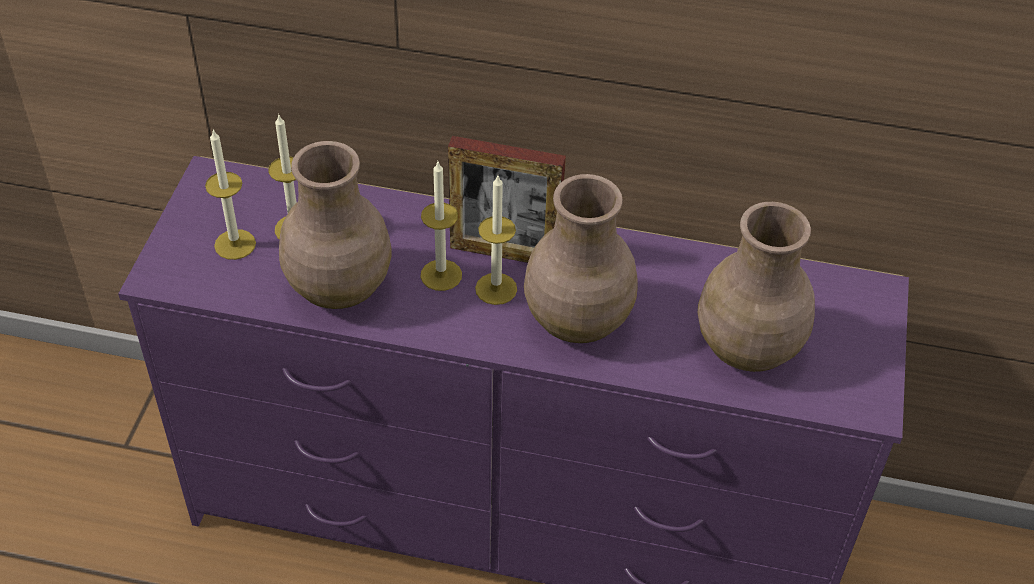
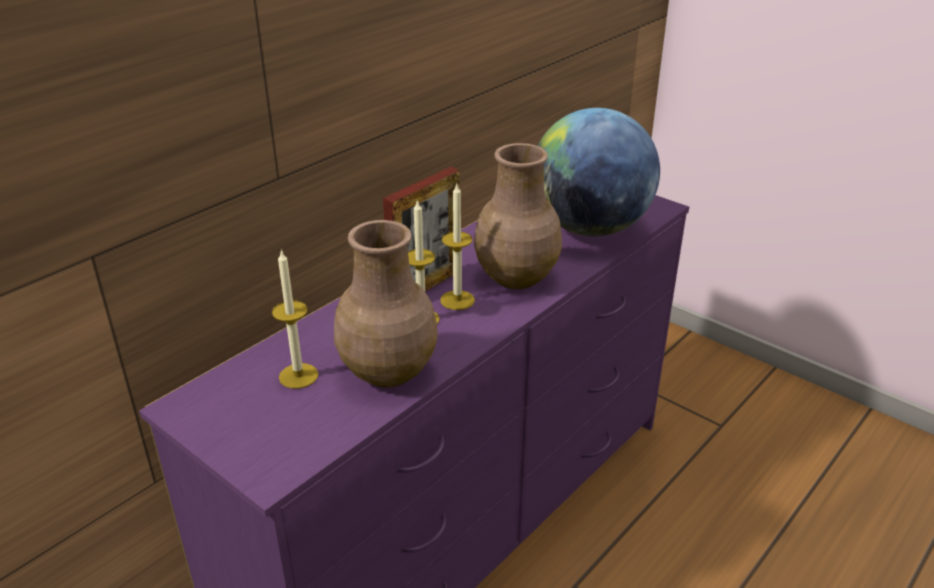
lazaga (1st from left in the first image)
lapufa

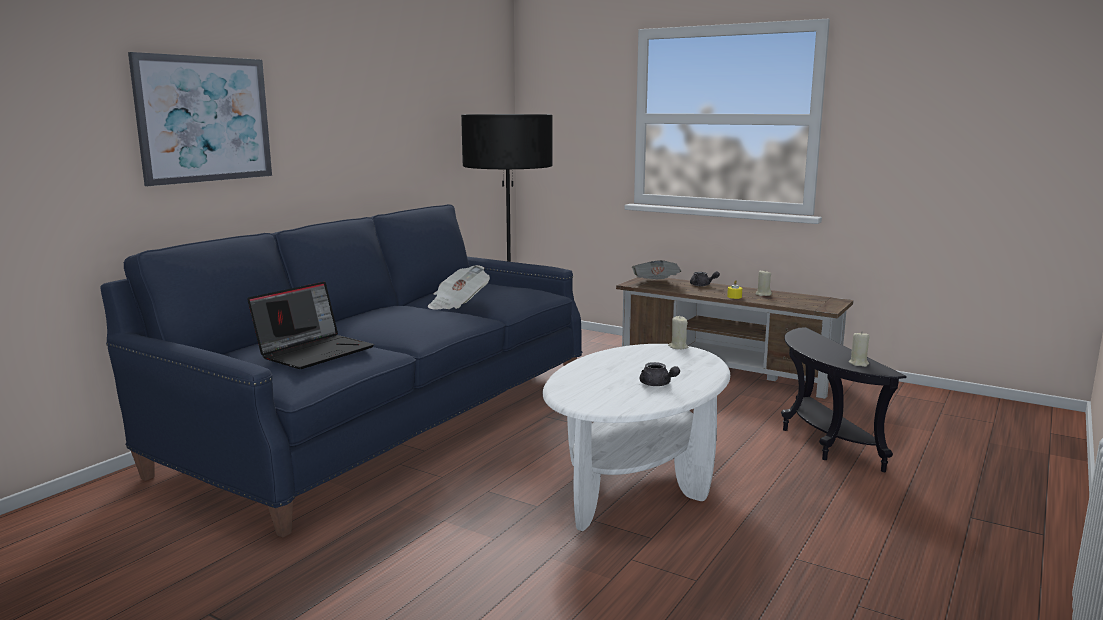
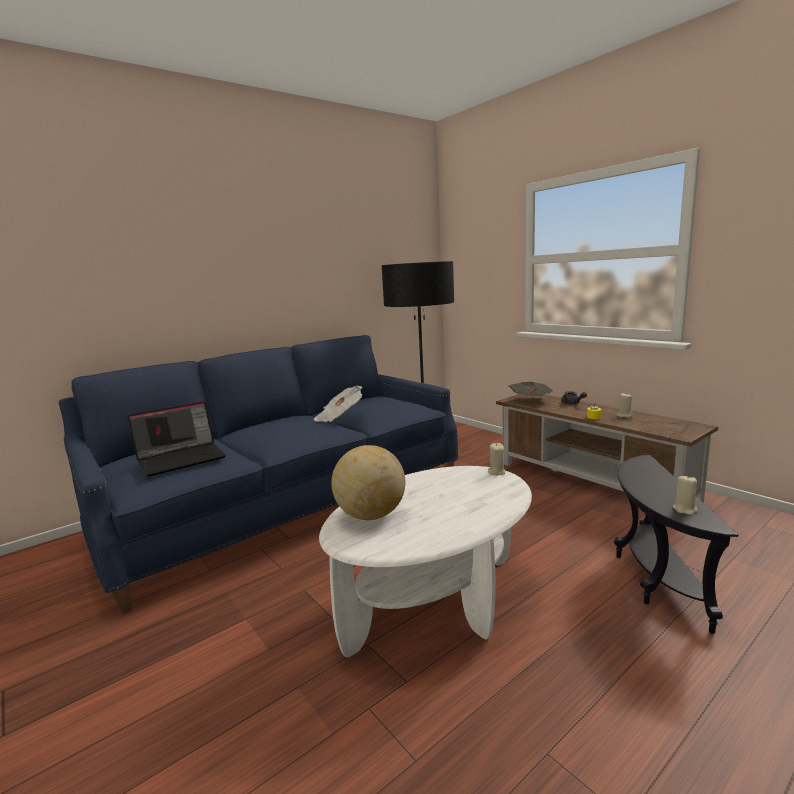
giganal
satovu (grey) (1st from left in the first image)
lapufa

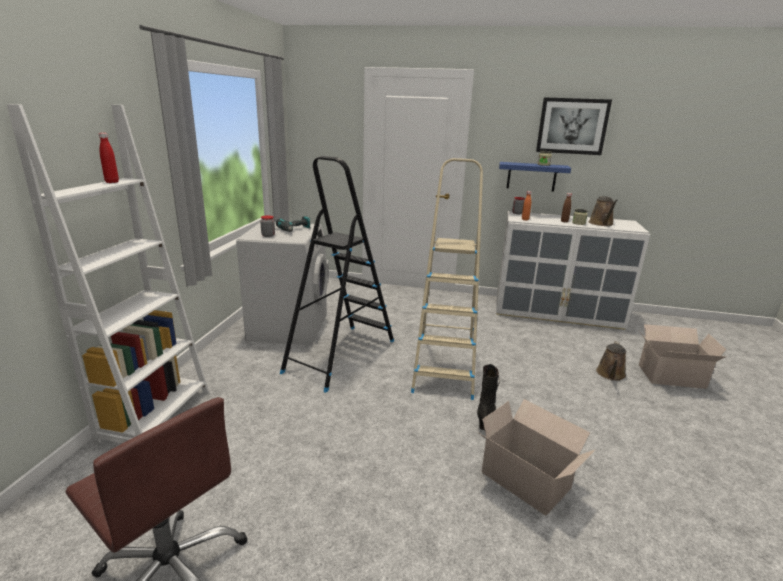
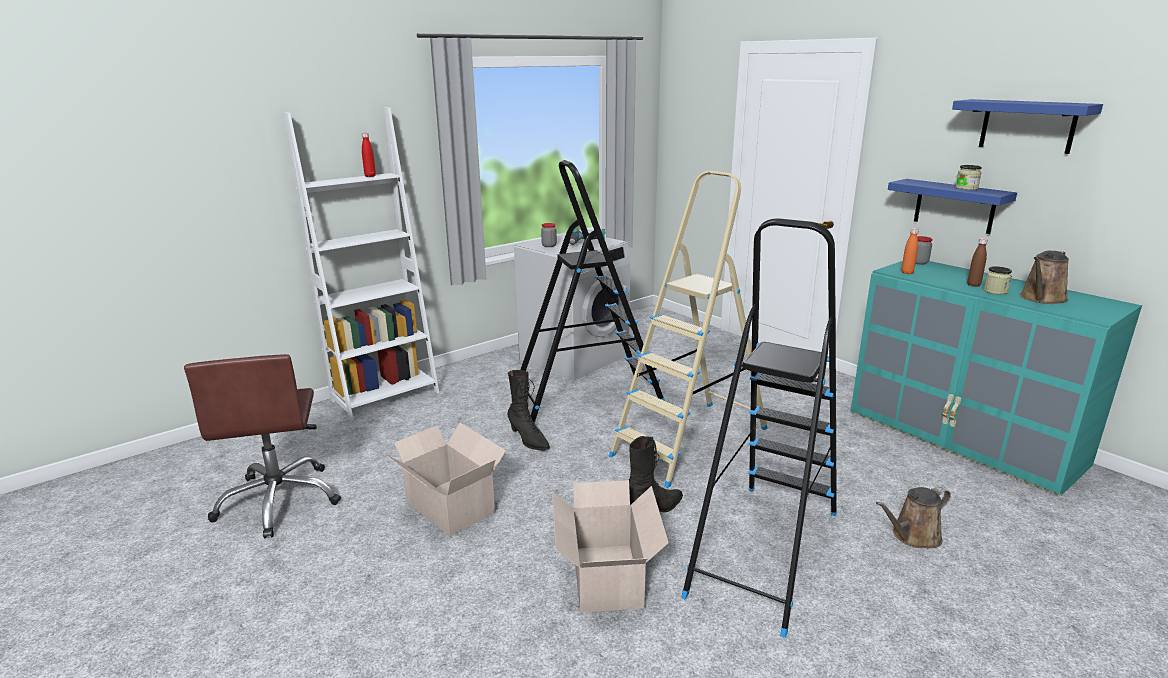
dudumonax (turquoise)
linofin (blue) (2nd from left)
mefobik (1st from left)
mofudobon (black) (1st from left)
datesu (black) (2nd from left)

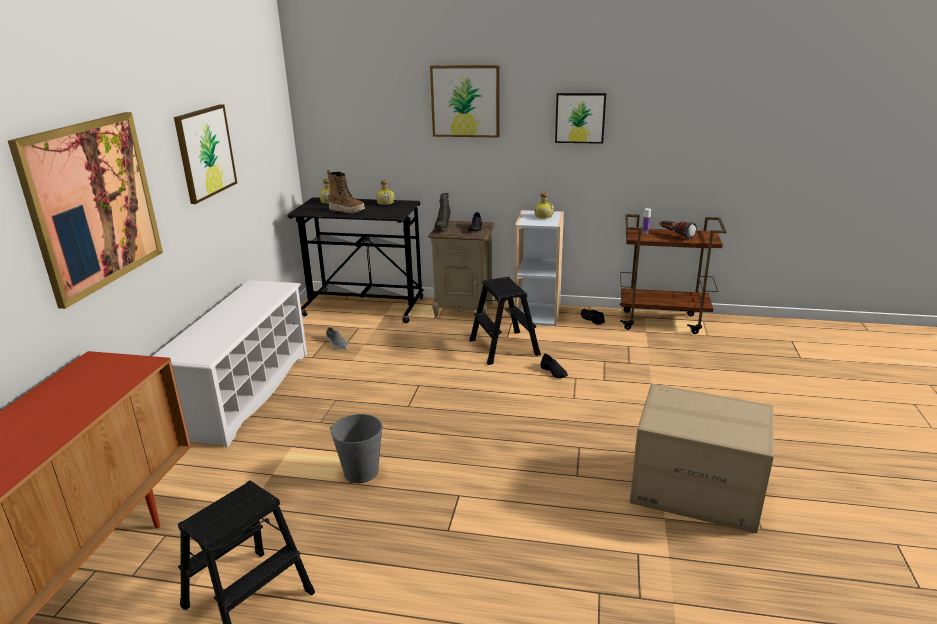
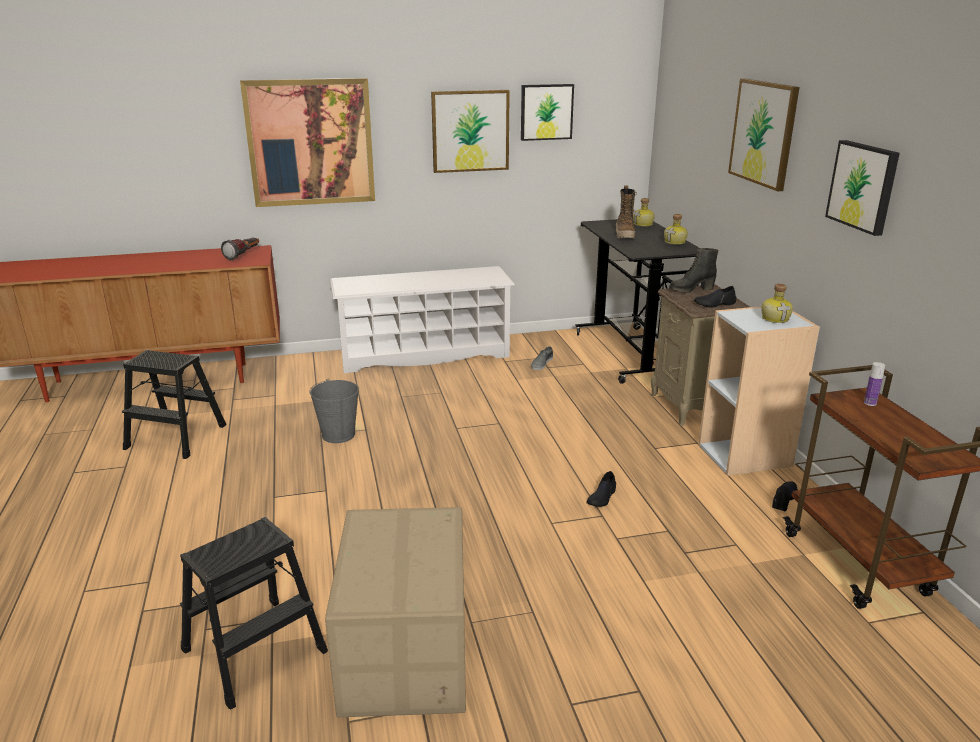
datesu (black) (2nd from left)
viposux
giganal (3rd from left)

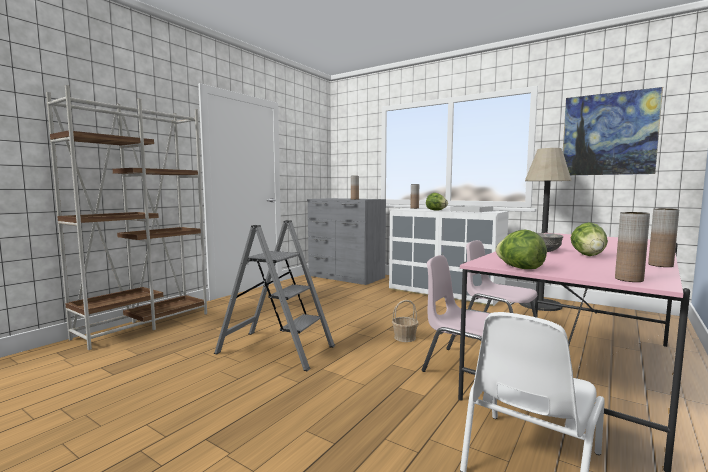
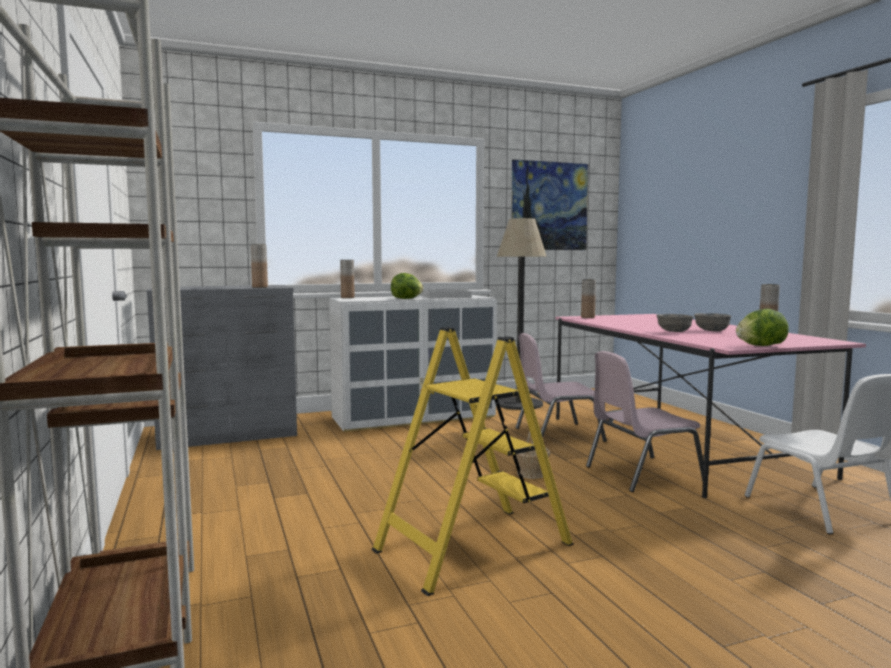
datesu (yellow)
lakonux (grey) (2nd from left)
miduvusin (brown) (3rd from left)

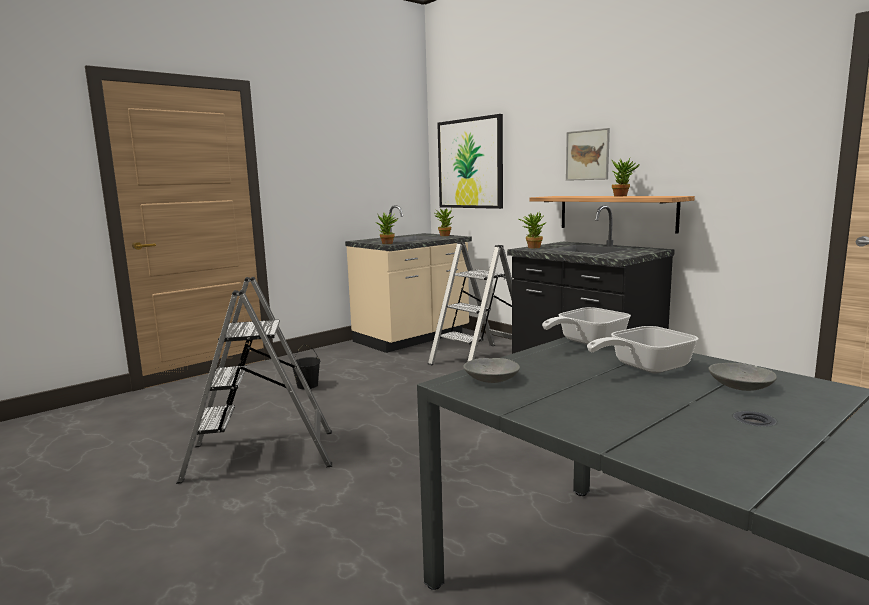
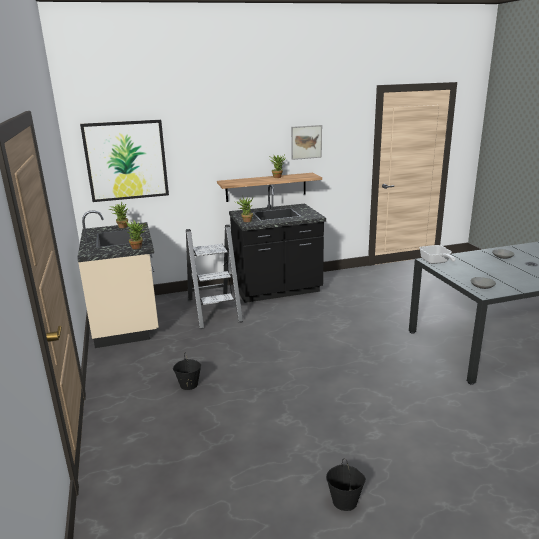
datesu (grey) (1st from left in the first image)
giganal (2nd from left)
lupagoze (2nd from left in the first image)
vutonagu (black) (2nd from left)

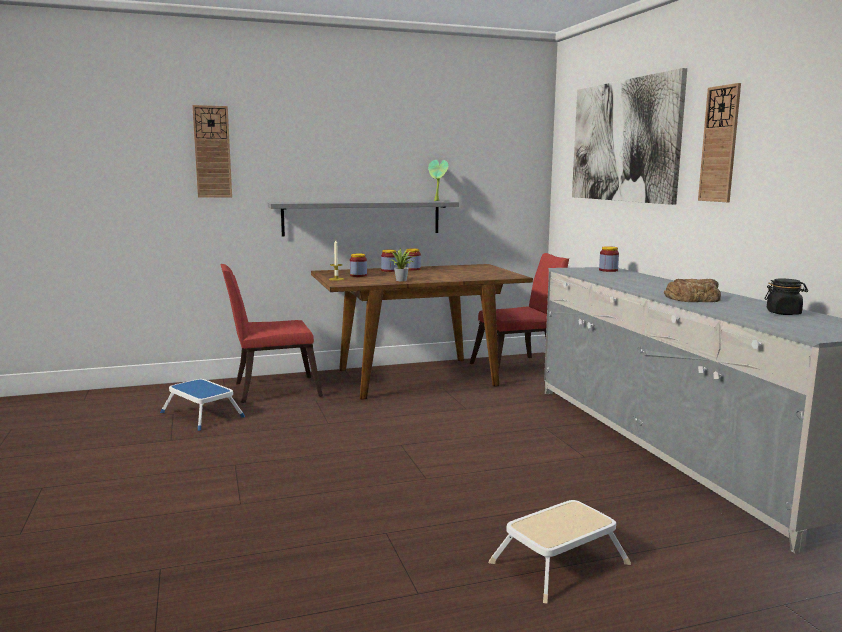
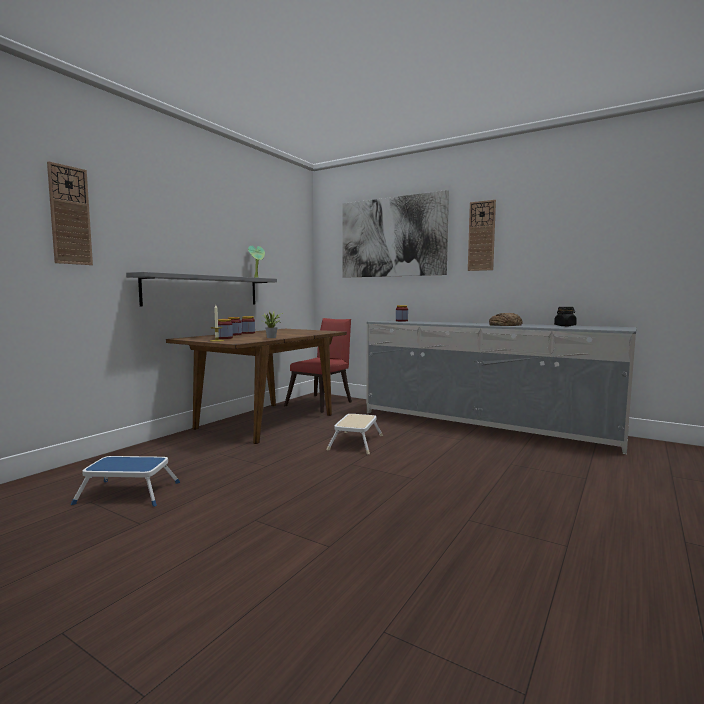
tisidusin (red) (1st from left in the first image)
datesu (beige)

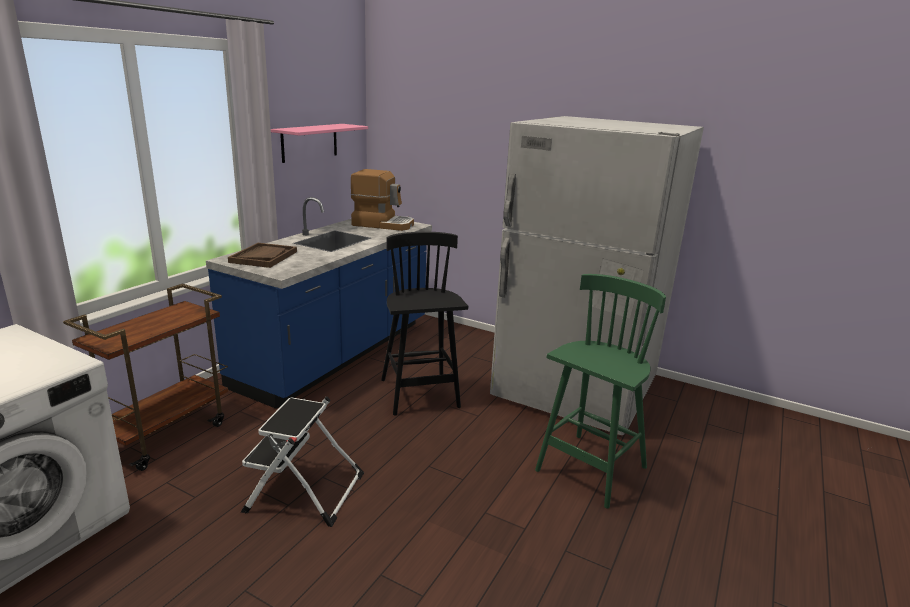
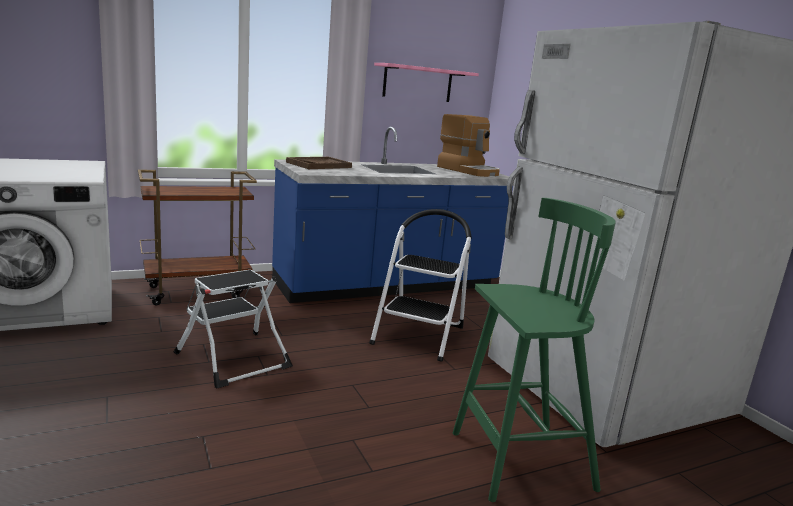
datesu (2nd from left)

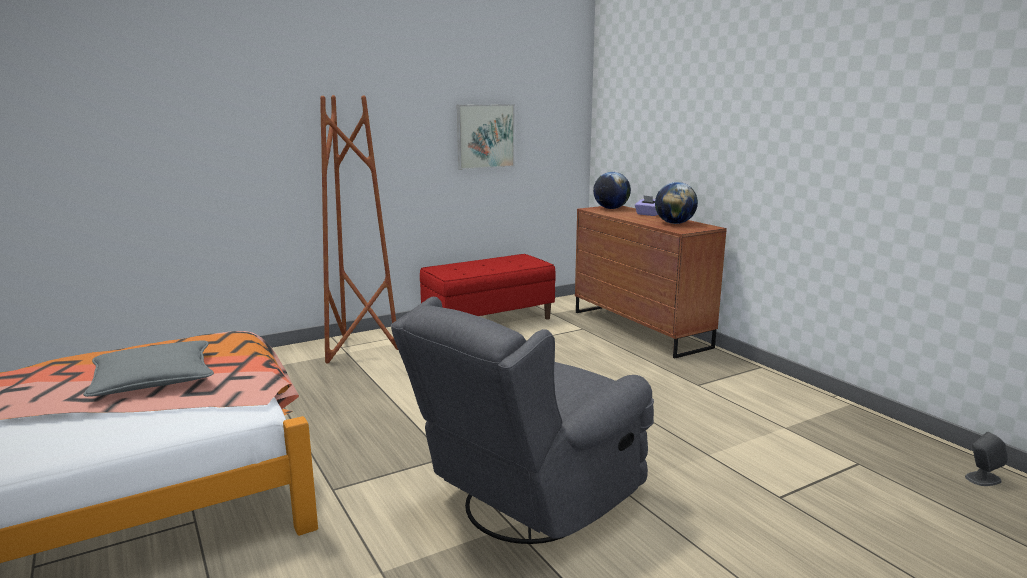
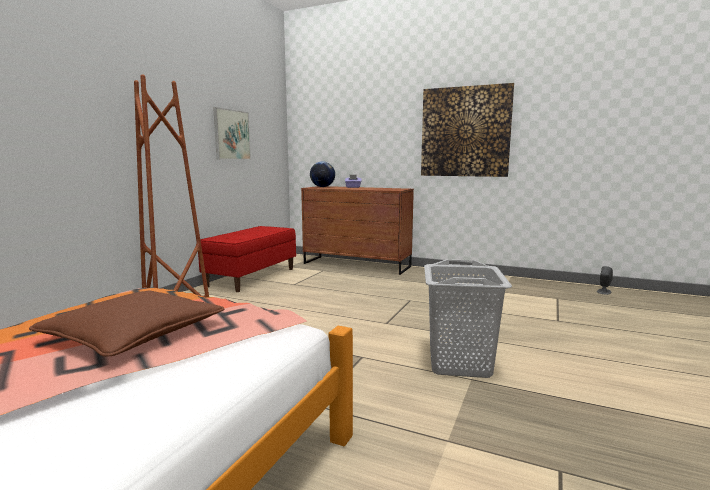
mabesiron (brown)
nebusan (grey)
lapufa (2nd from left in the first image)
giganal (2nd from left)

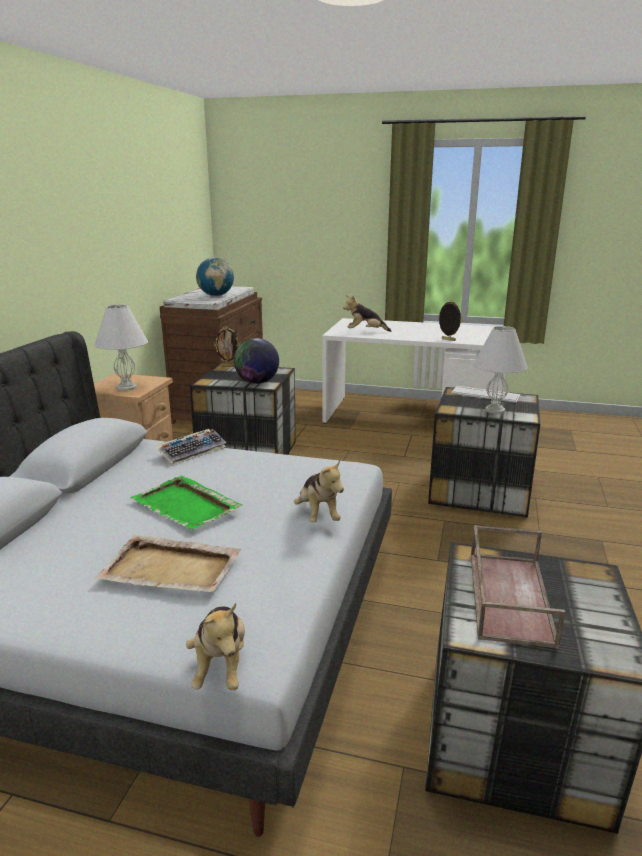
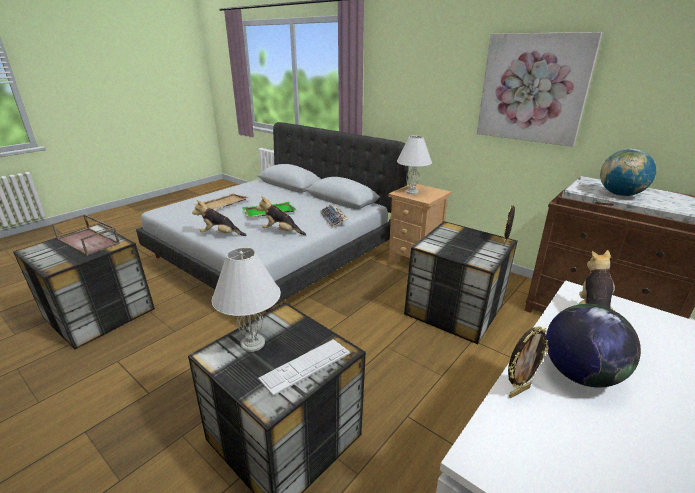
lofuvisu (2nd from left)
lapufa (1st from left)
giganal

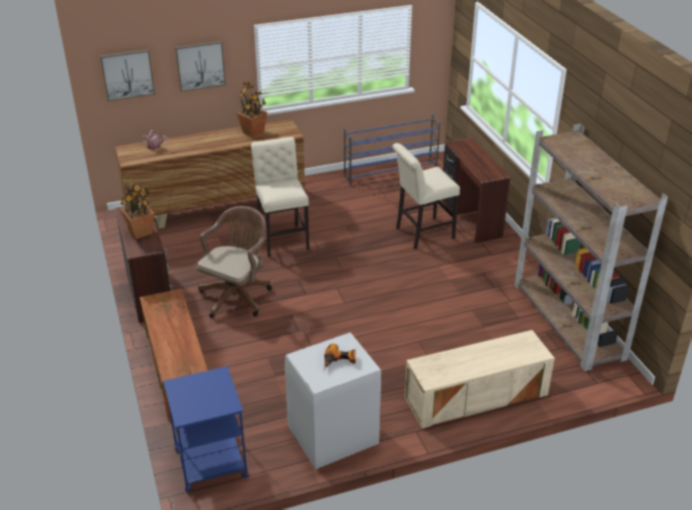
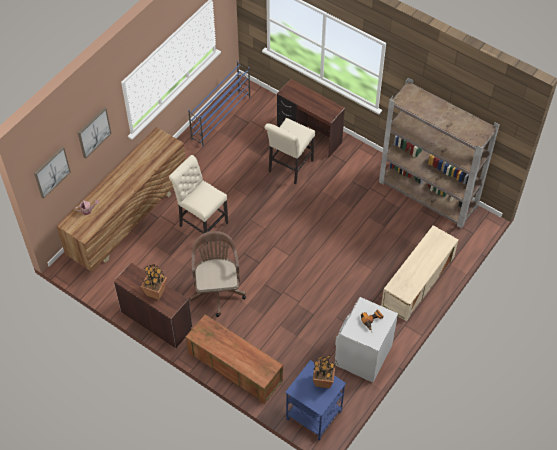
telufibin (2nd from left)

